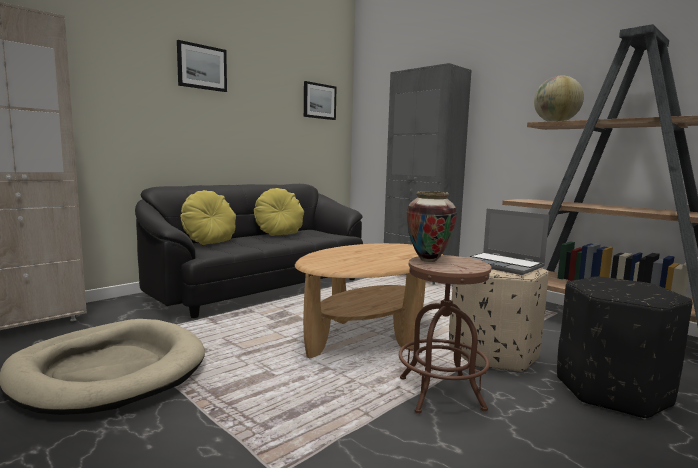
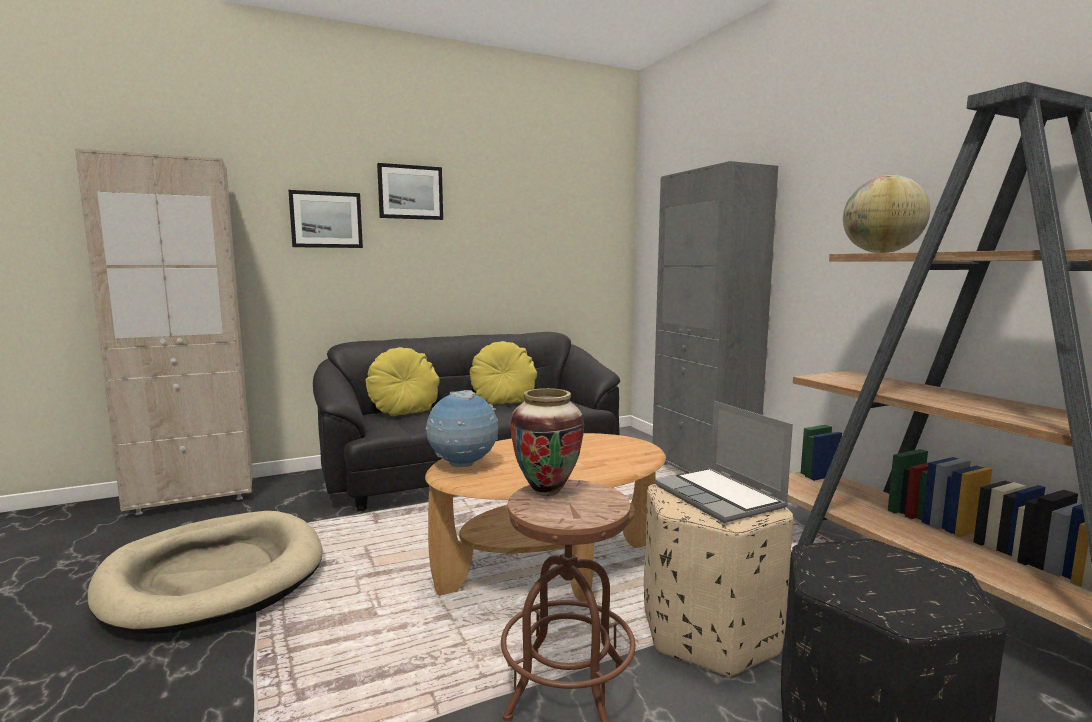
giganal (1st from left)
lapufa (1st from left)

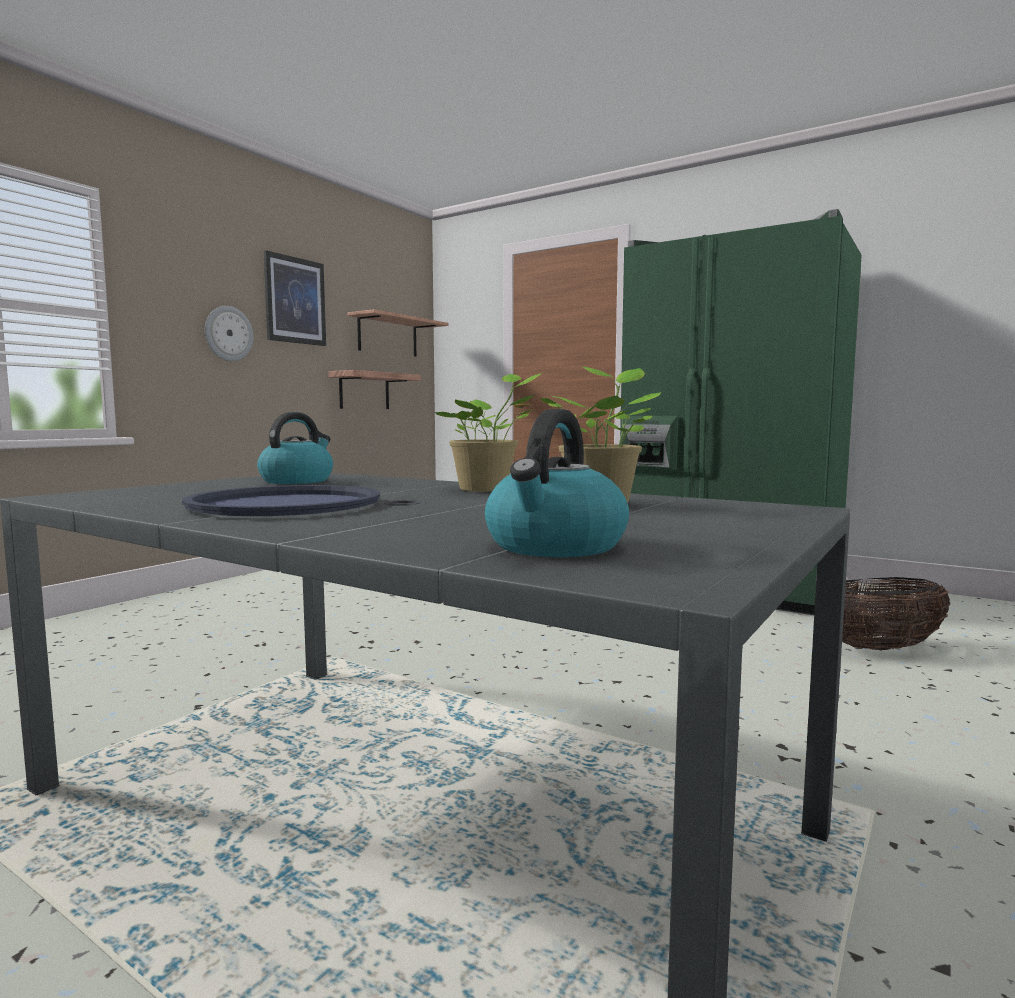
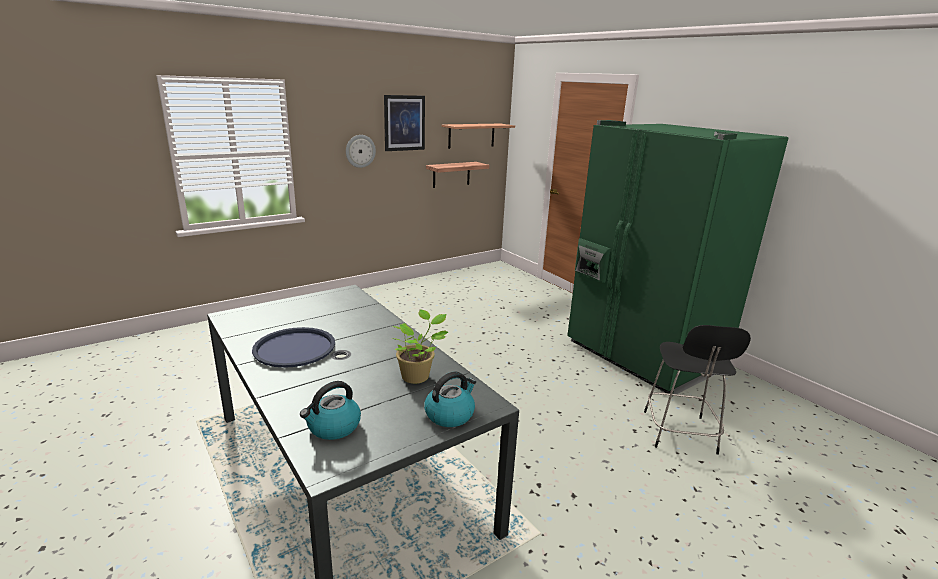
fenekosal (2nd from left)
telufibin (1st from left in the first image)
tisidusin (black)

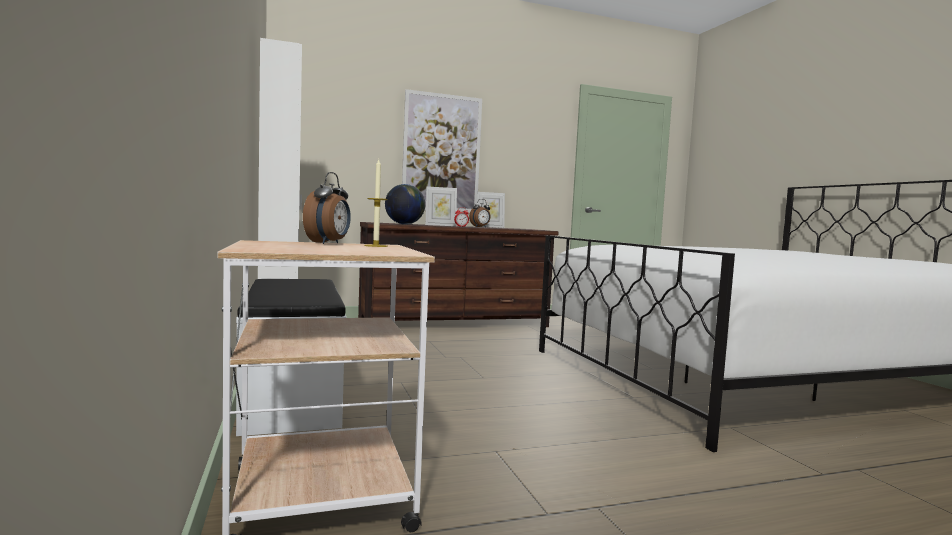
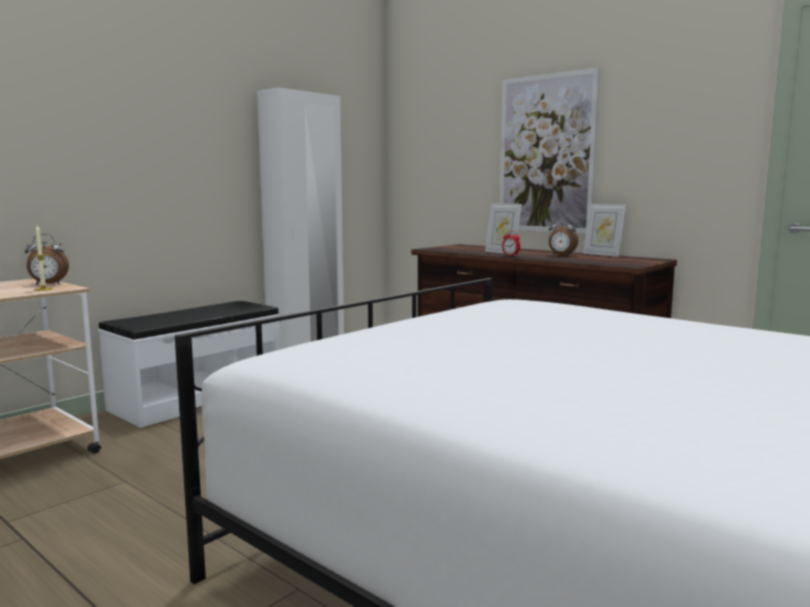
lapufa

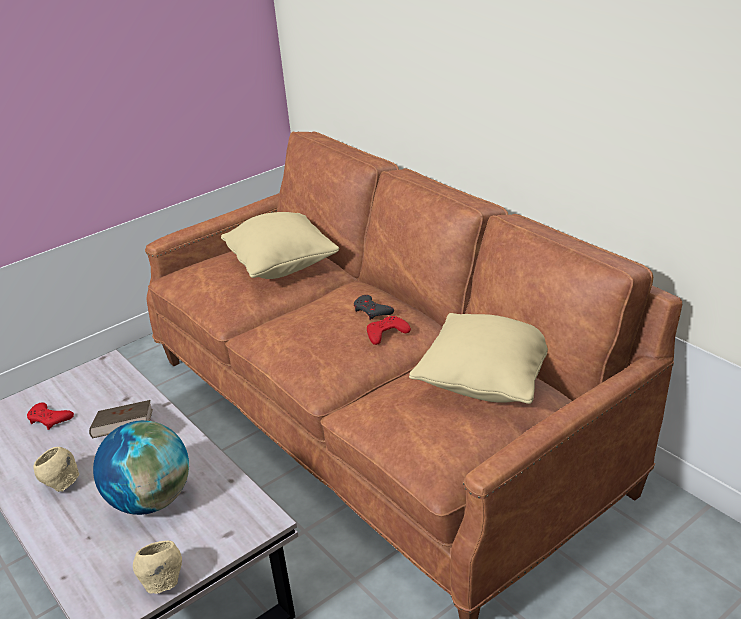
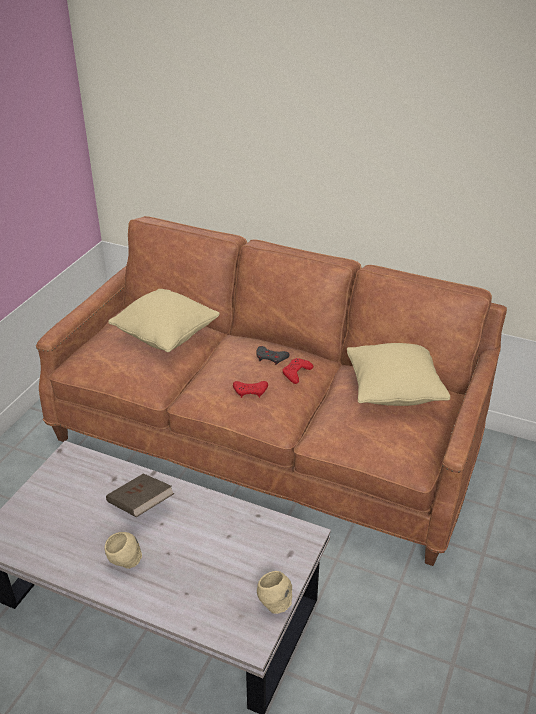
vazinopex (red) (1st from left)
lapufa

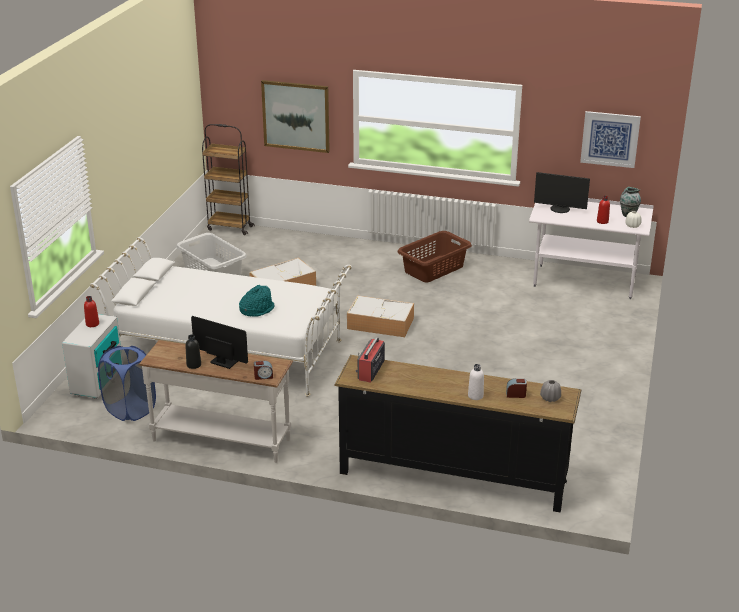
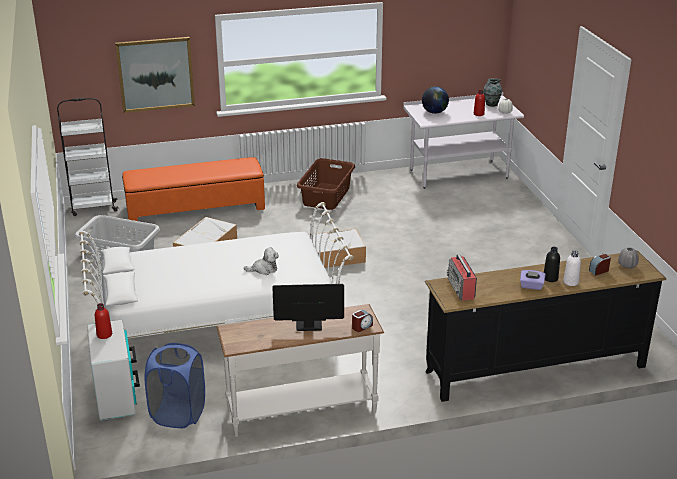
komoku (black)
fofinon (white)
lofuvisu
lapufa
giganal (2nd from left in the first image)
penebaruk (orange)
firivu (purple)

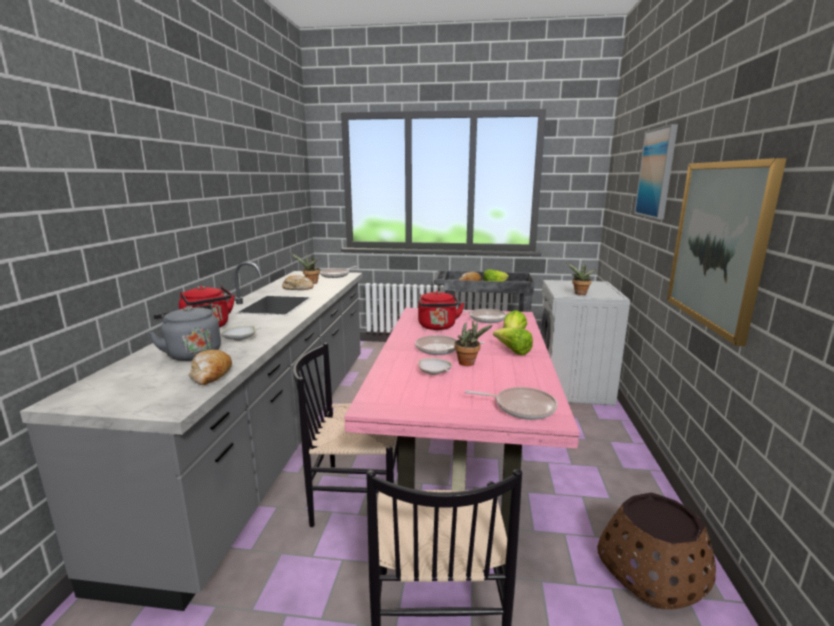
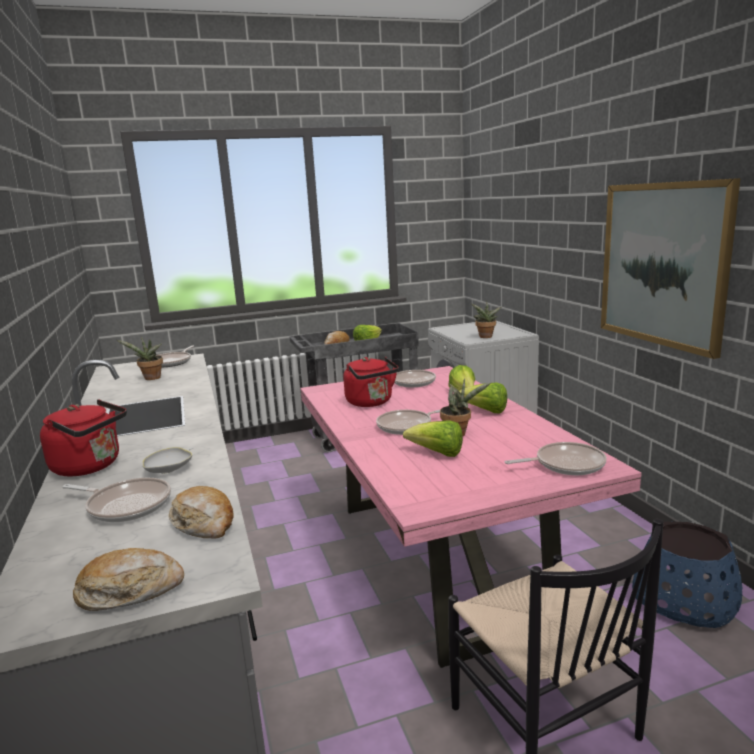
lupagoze (1st from left)
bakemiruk (1st from left)
tisidusin (black) (1st from left in the first image)
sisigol (2nd from left)
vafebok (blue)
giganal (1st from left in the first image)

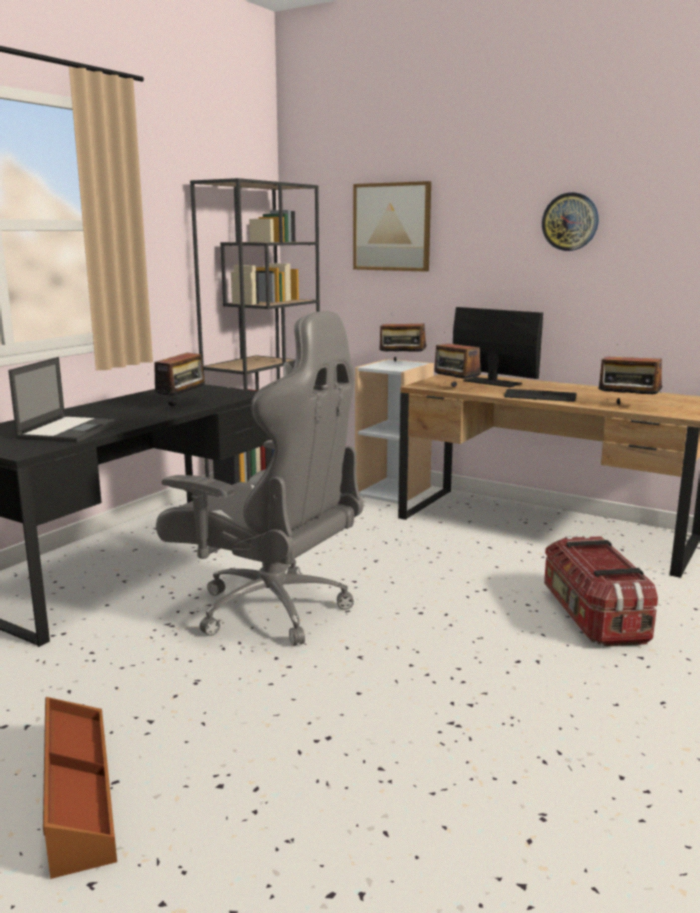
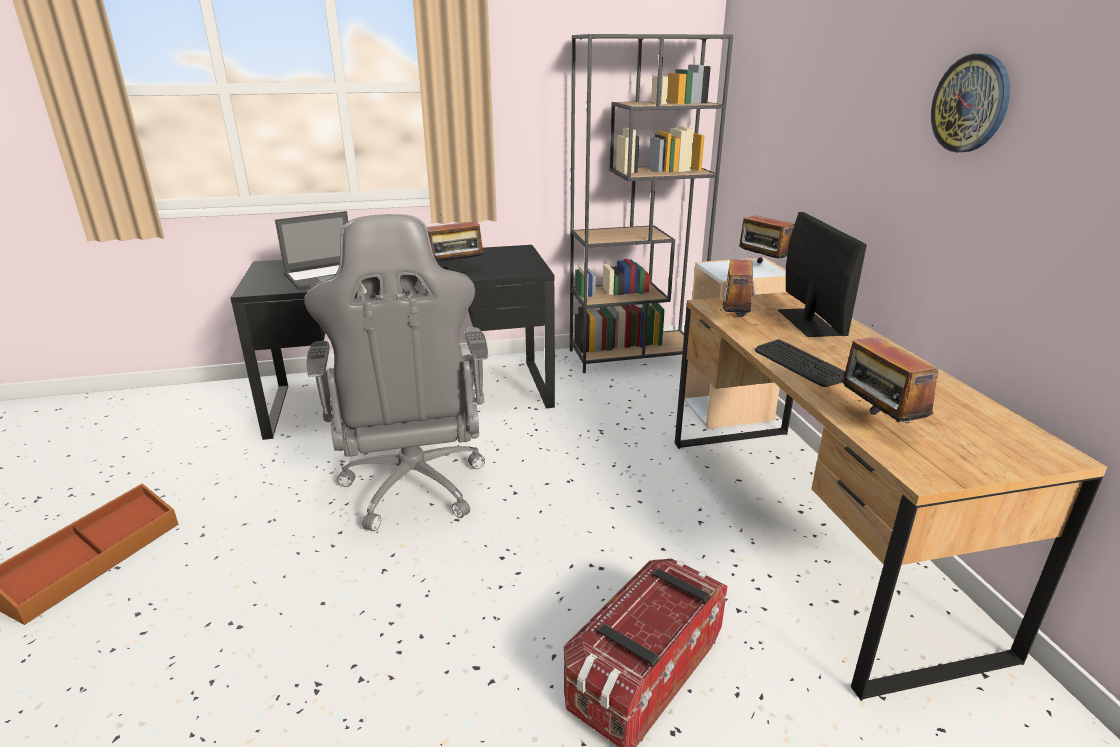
giganal

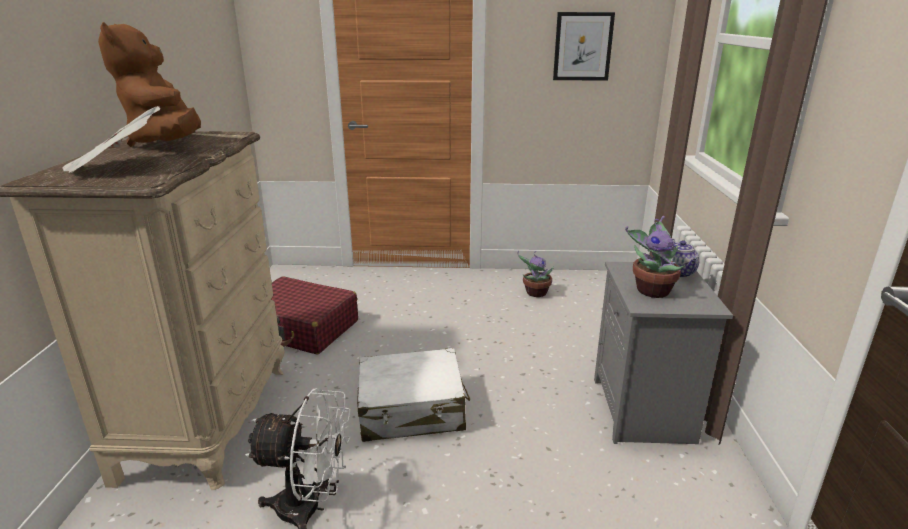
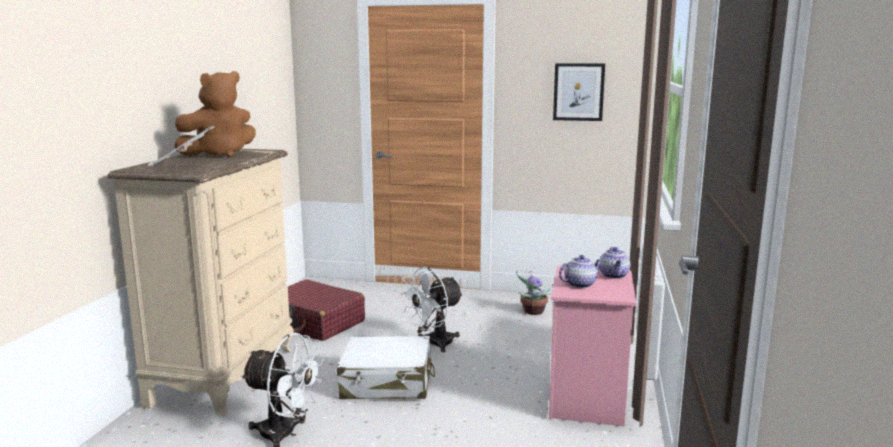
lofuvisu (brown)
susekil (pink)
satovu (1st from left)
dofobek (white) (2nd from left)

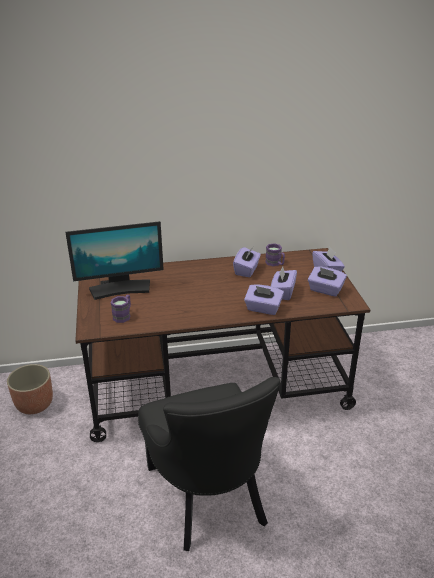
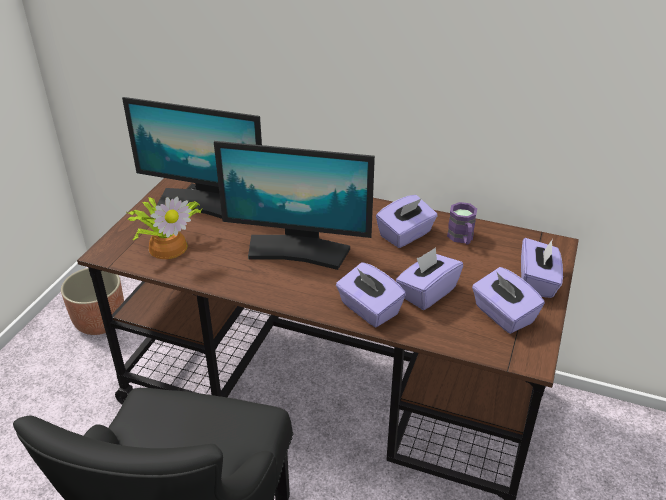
telufibin
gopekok (2nd from left)

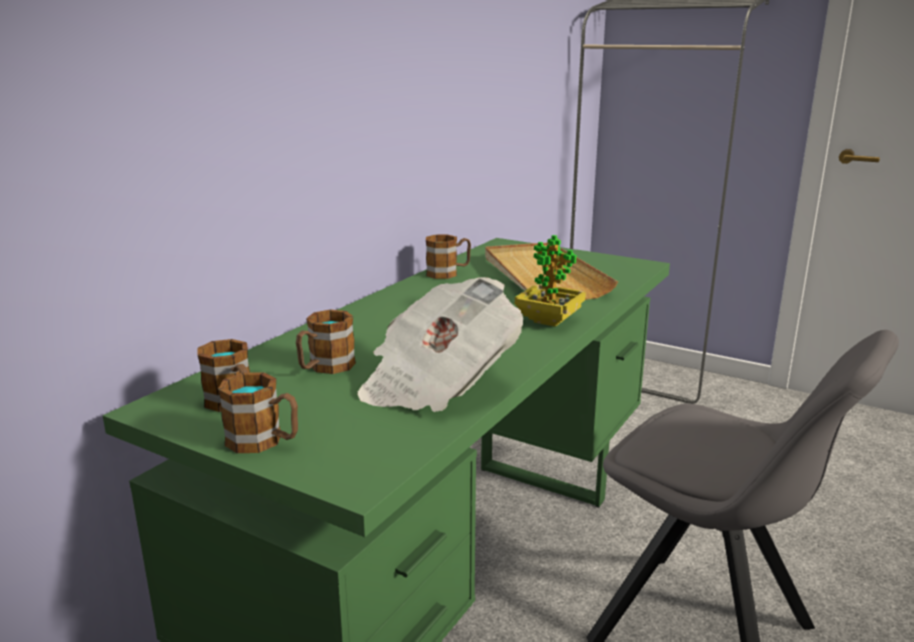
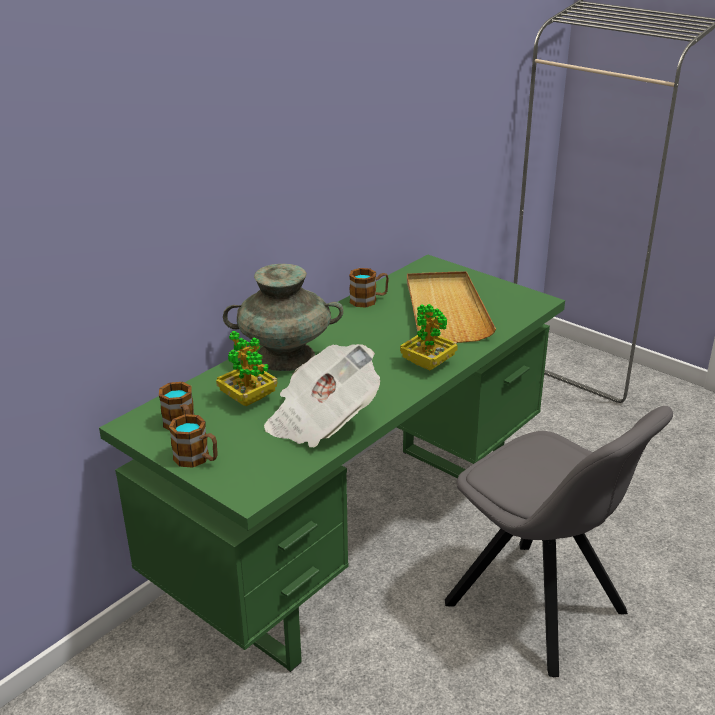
telufibin (1st from left)
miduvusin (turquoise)

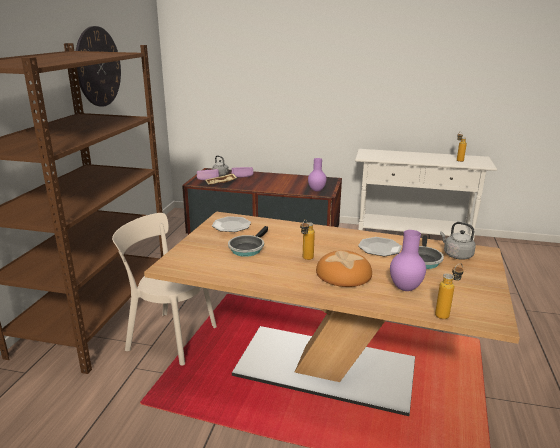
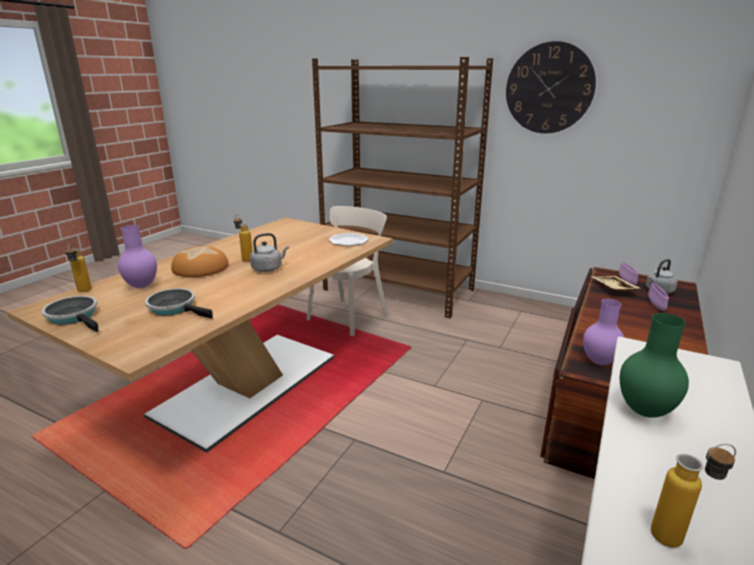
lupagoze (1st from left)
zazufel (2nd from left in the first image)
fenekosal (grey) (1st from left)
miduvusin (green)

